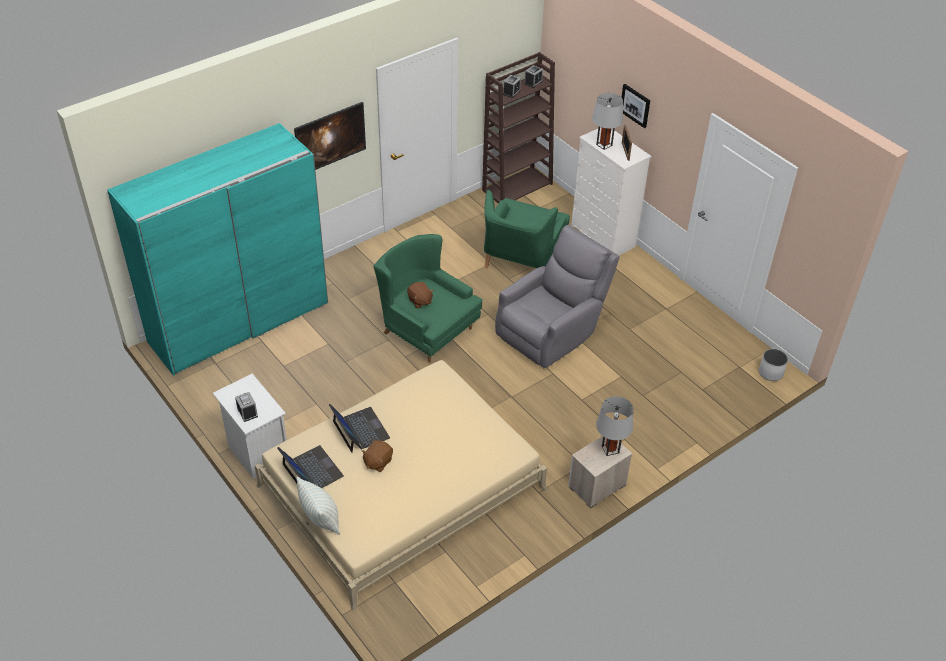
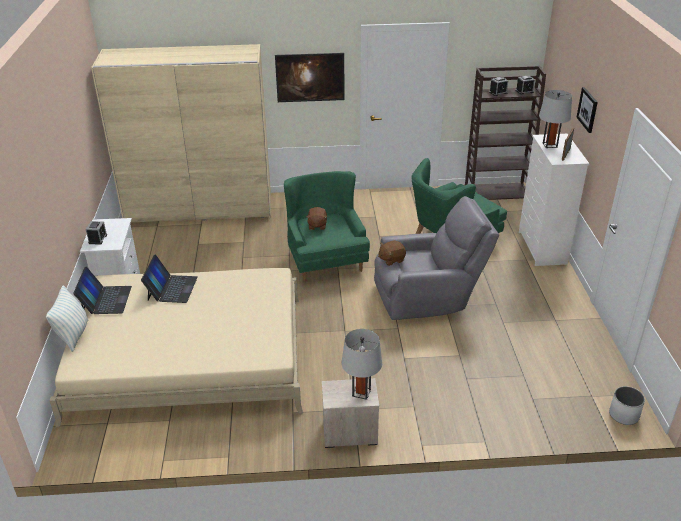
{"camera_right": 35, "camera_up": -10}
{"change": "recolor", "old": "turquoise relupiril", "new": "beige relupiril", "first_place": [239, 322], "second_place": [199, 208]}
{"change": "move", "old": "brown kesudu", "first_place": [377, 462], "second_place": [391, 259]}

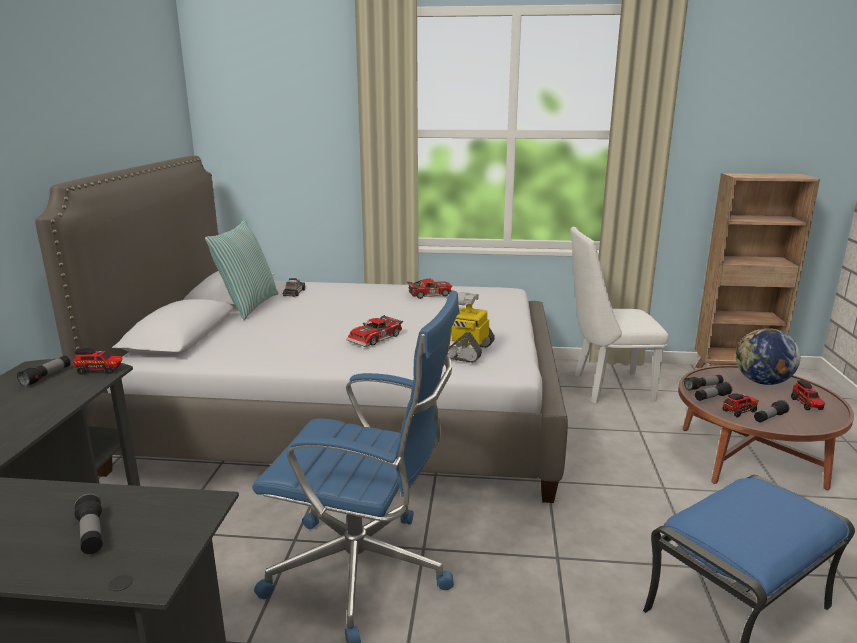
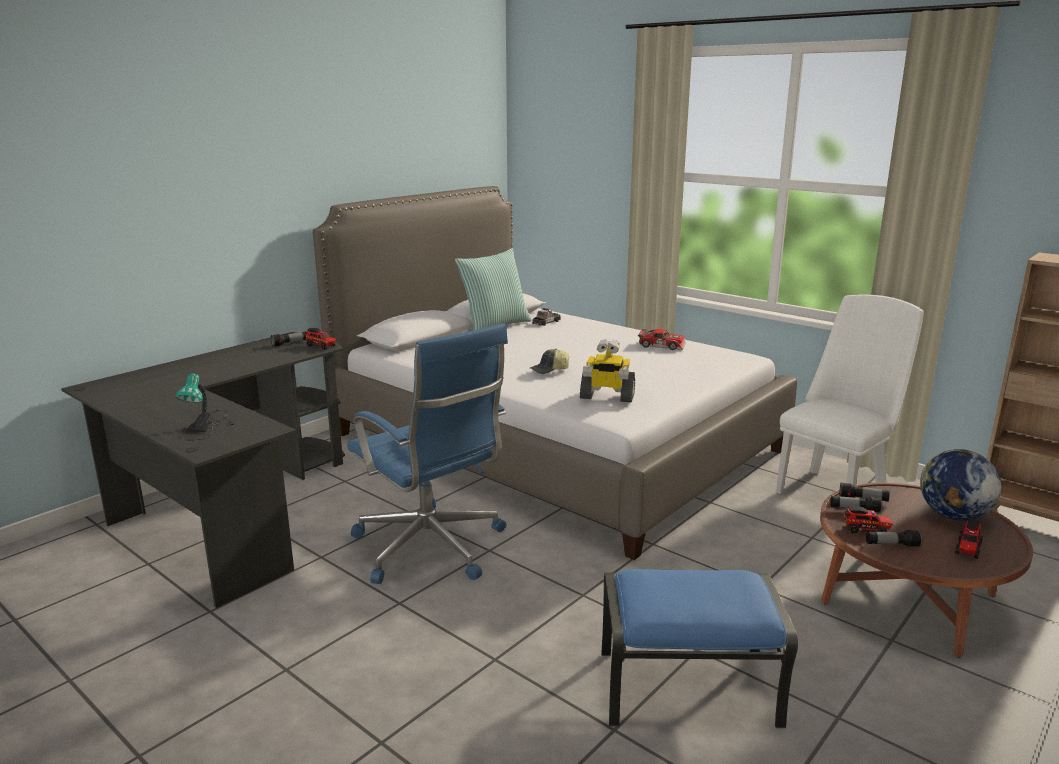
{"camera_right": 35, "camera_up": 0}
{"change": "replace", "old": "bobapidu", "new": "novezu", "first_place": [91, 534], "second_place": [207, 426]}
{"change": "replace", "old": "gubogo", "new": "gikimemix", "first_place": [376, 338], "second_place": [549, 370]}
{"change": "rotate", "old": "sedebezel", "first_place": [469, 351], "second_place": [606, 396], "degrees": -135}
{"change": "rotate", "old": "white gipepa", "first_place": [605, 388], "second_place": [834, 491], "degrees": 105}

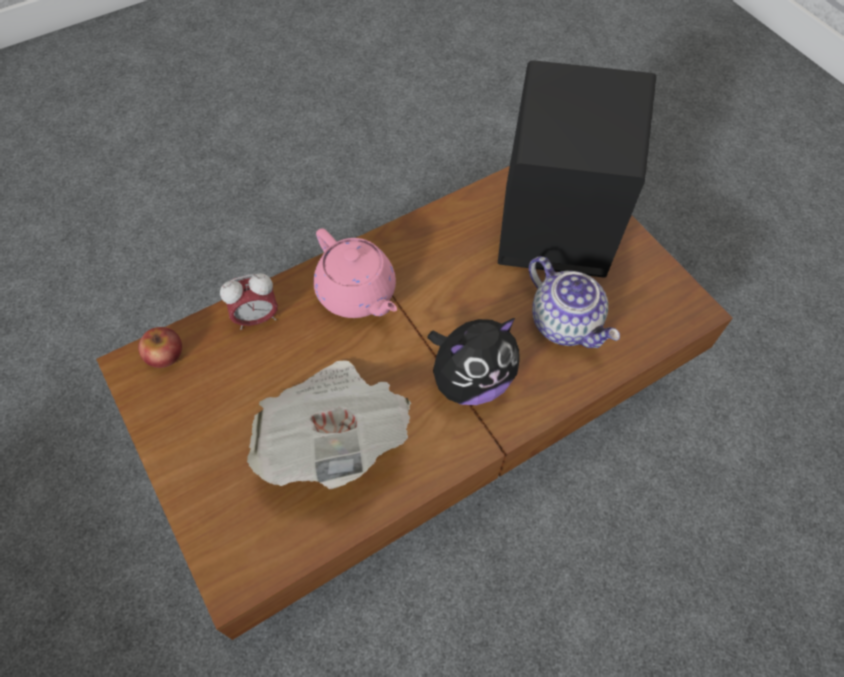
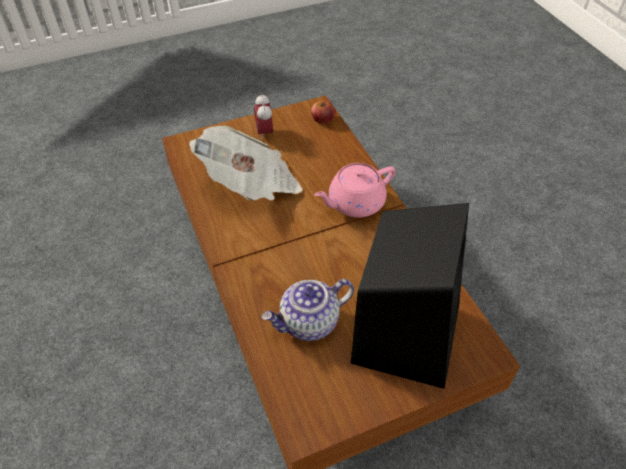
{"camera_right": 100, "camera_up": -10}
{"change": "move", "old": "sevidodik", "first_place": [256, 318], "second_place": [264, 133]}
{"change": "delete", "old": "kesudu", "first_place": [470, 380]}

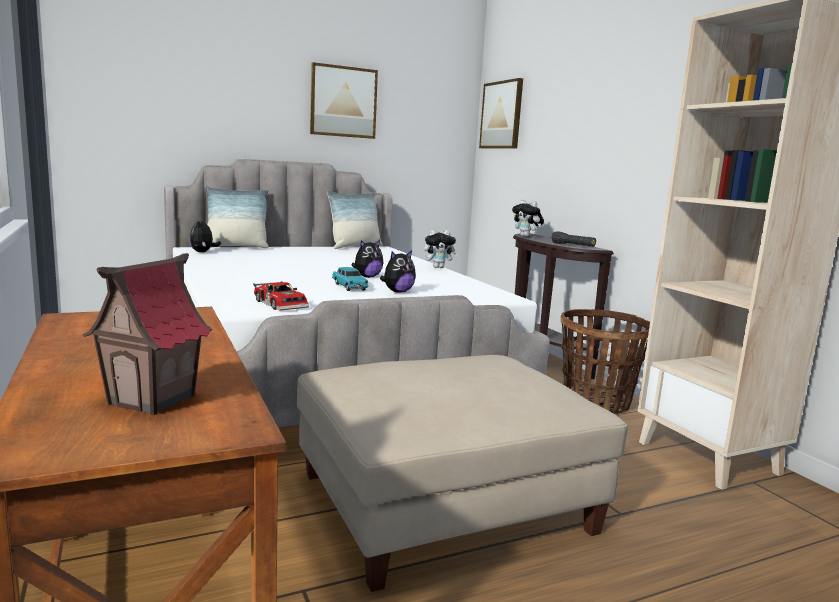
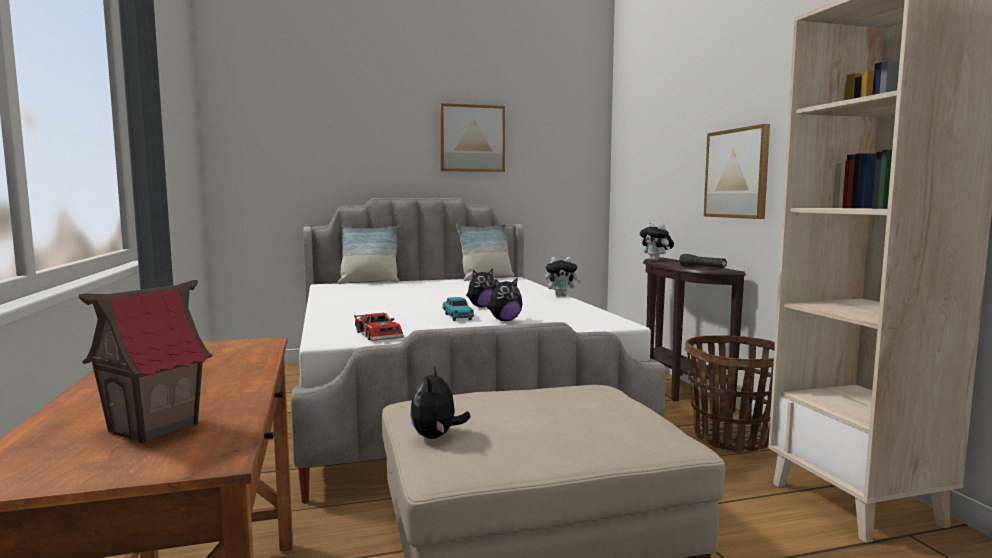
{"camera_right": 10, "camera_up": -5}
{"change": "move", "old": "kesudu", "first_place": [203, 252], "second_place": [436, 436]}
{"change": "move", "old": "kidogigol", "first_place": [502, 115], "second_place": [737, 173]}

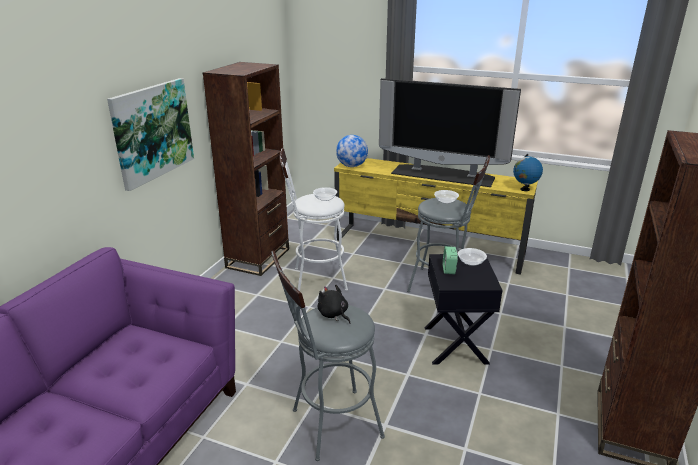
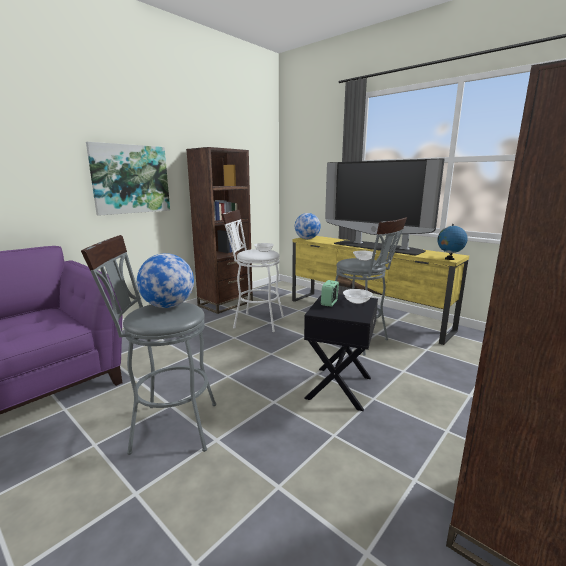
{"camera_right": 20, "camera_up": -10}
{"change": "replace", "old": "black kesudu", "new": "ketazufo", "first_place": [333, 314], "second_place": [168, 306]}

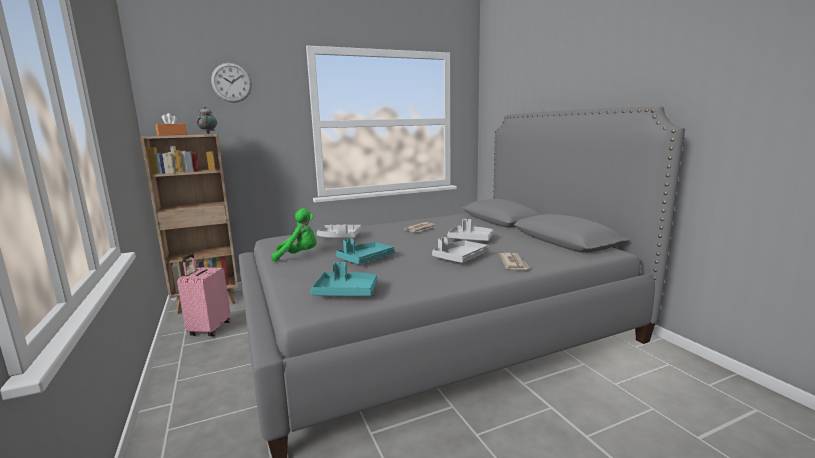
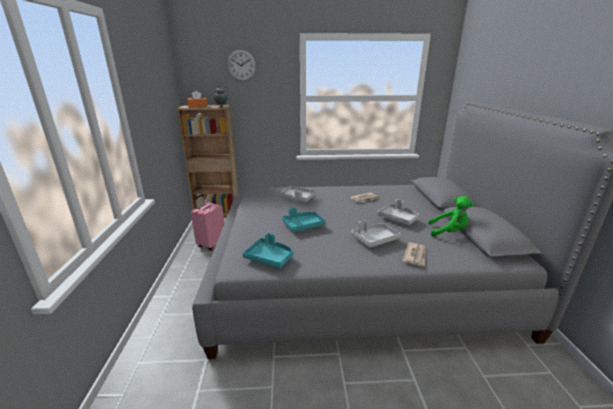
{"camera_right": 20, "camera_up": 10}
{"change": "move", "old": "green kesudu", "first_place": [298, 256], "second_place": [449, 232]}

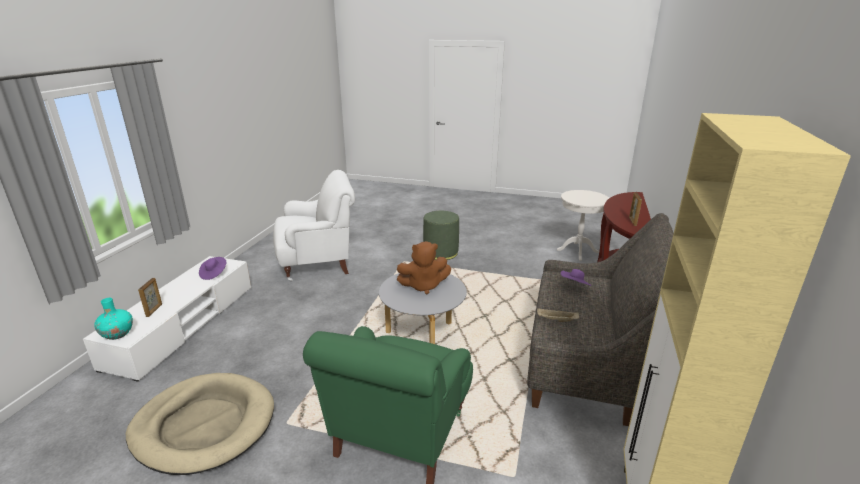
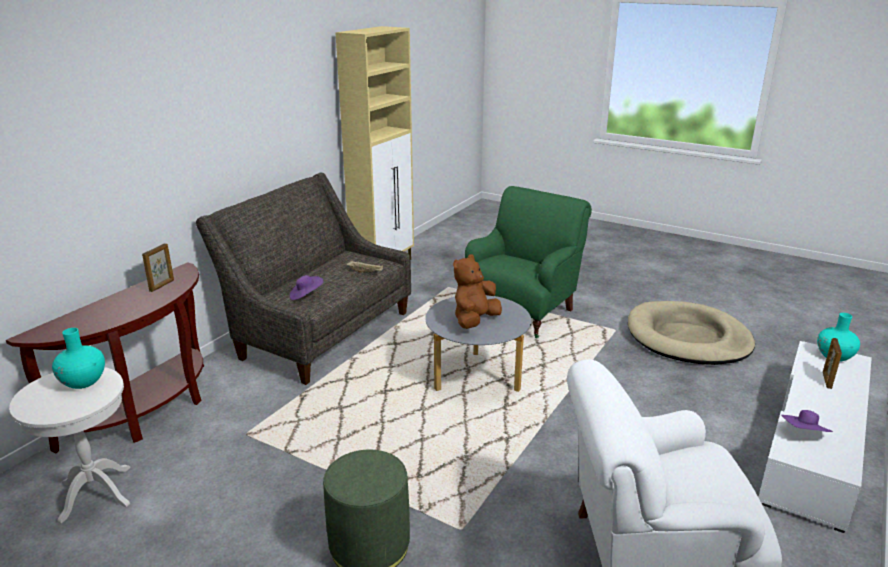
{"camera_right": -165, "camera_up": 0}
{"change": "rotate", "old": "brown kesudu", "first_place": [423, 286], "second_place": [475, 321], "degrees": -60}
{"change": "insert", "new": "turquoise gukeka", "second_place": [83, 382]}

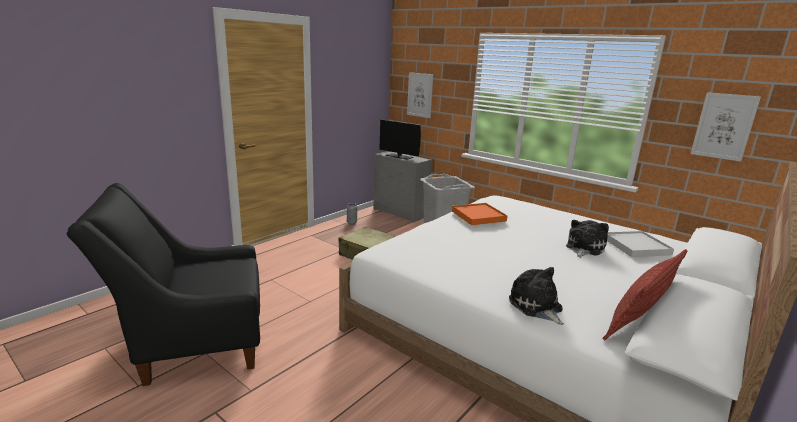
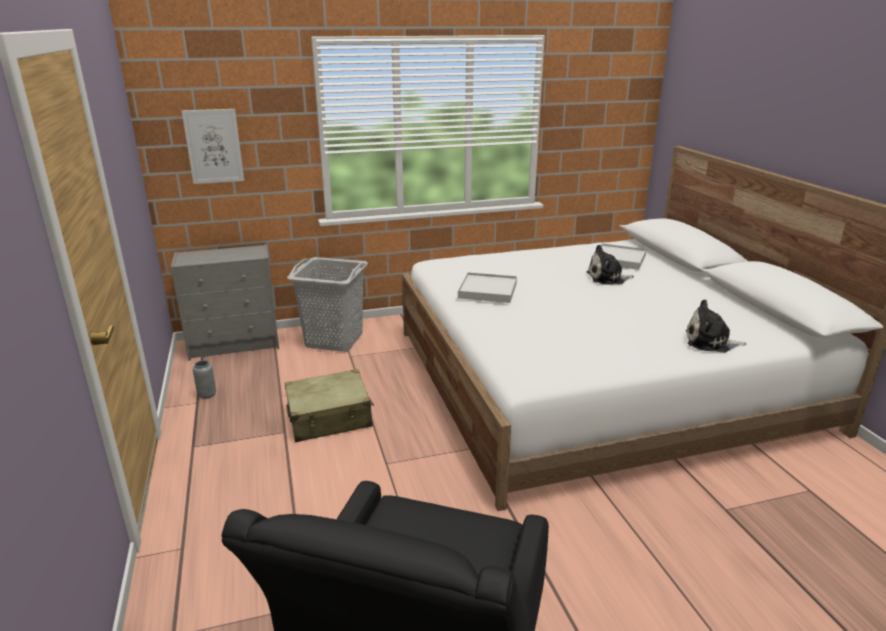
{"camera_right": -55, "camera_up": 5}
{"change": "delete", "old": "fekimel", "first_place": [399, 156]}
{"change": "recolor", "old": "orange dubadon", "new": "white dubadon", "first_place": [478, 216], "second_place": [488, 290]}
{"change": "rotate", "old": "kesudu", "first_place": [583, 248], "second_place": [607, 278], "degrees": -75}
{"change": "delete", "old": "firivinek", "first_place": [638, 320]}
{"change": "delete", "old": "kidogigol", "first_place": [724, 126]}

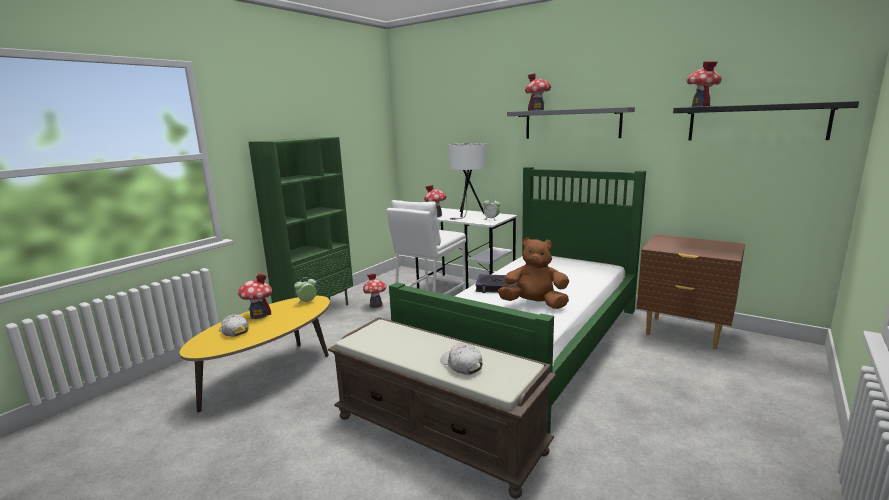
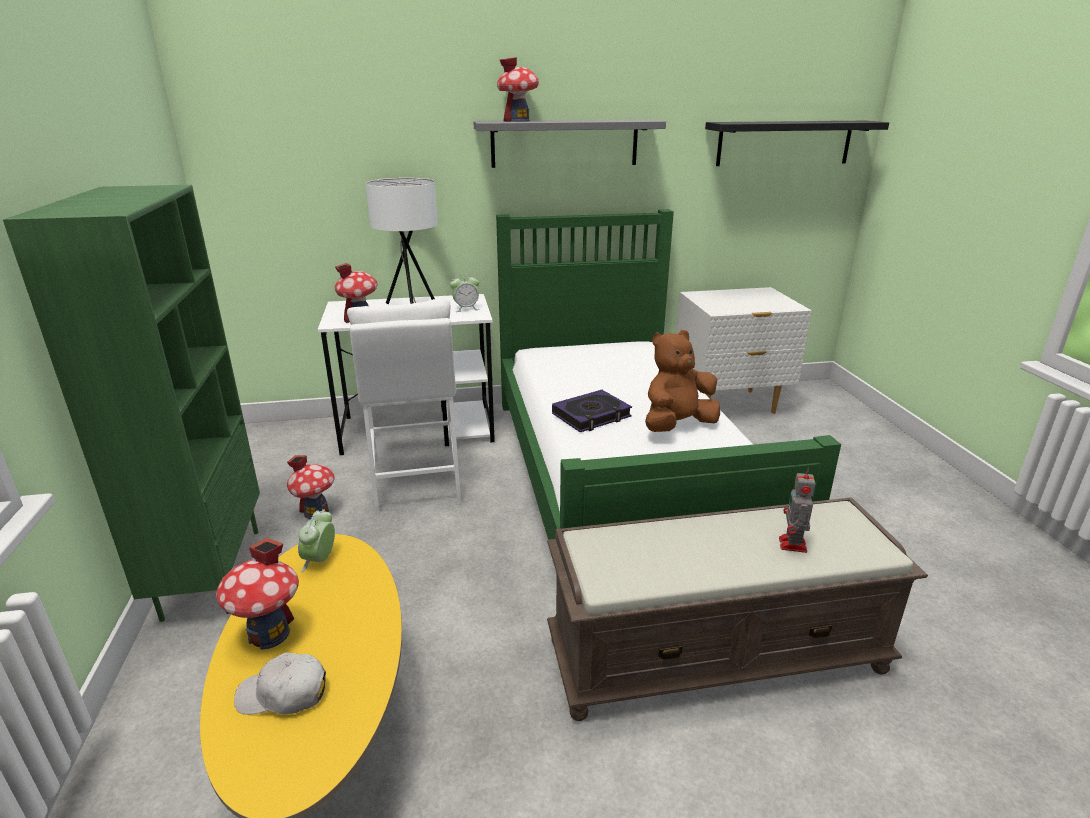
{"camera_right": -45, "camera_up": 10}
{"change": "replace", "old": "white gikimemix", "new": "sedebezel", "first_place": [461, 365], "second_place": [792, 545]}
{"change": "recolor", "old": "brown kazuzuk", "new": "white kazuzuk", "first_place": [683, 333], "second_place": [729, 405]}
{"change": "delete", "old": "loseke", "first_place": [700, 106]}

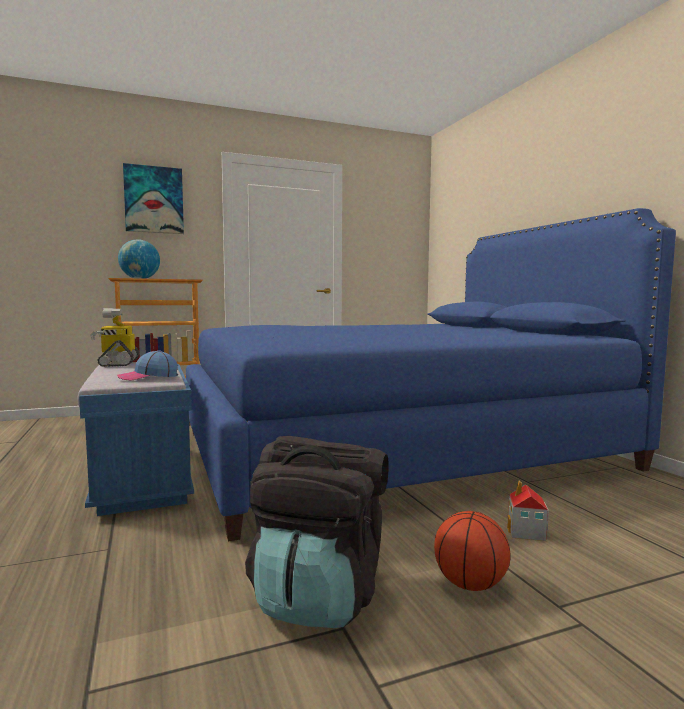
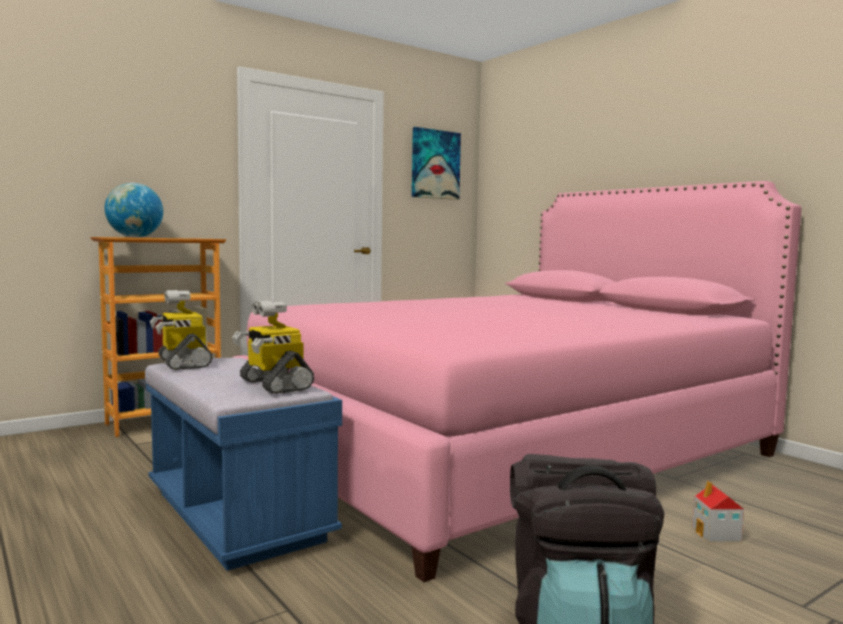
{"camera_right": -15, "camera_up": 0}
{"change": "replace", "old": "gikimemix", "new": "sedebezel", "first_place": [148, 376], "second_place": [274, 385]}
{"change": "move", "old": "kidogigol", "first_place": [154, 200], "second_place": [435, 164]}
{"change": "recolor", "old": "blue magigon", "new": "pink magigon", "first_place": [395, 449], "second_place": [506, 451]}
{"change": "delete", "old": "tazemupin", "first_place": [470, 584]}

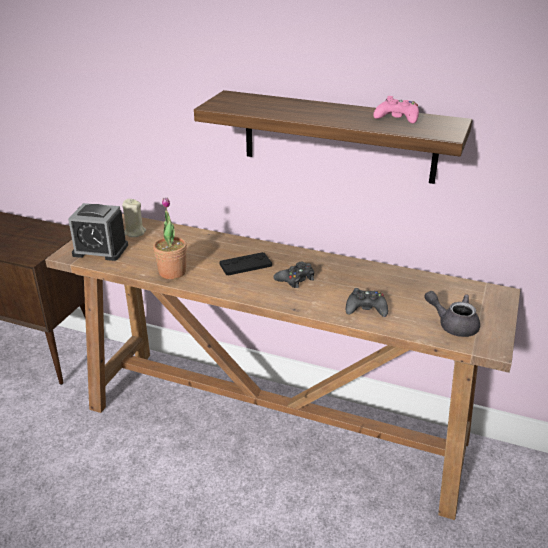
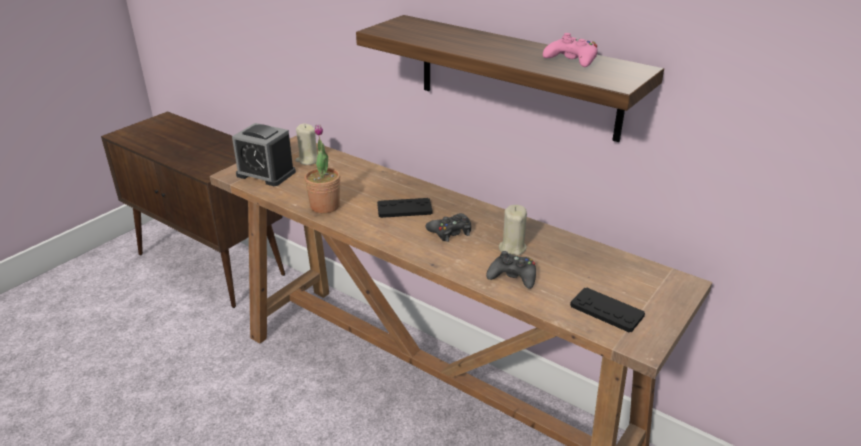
{"camera_right": 15, "camera_up": 0}
{"change": "replace", "old": "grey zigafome", "new": "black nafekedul", "first_place": [453, 324], "second_place": [606, 311]}
{"change": "insert", "new": "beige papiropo", "second_place": [512, 248]}

